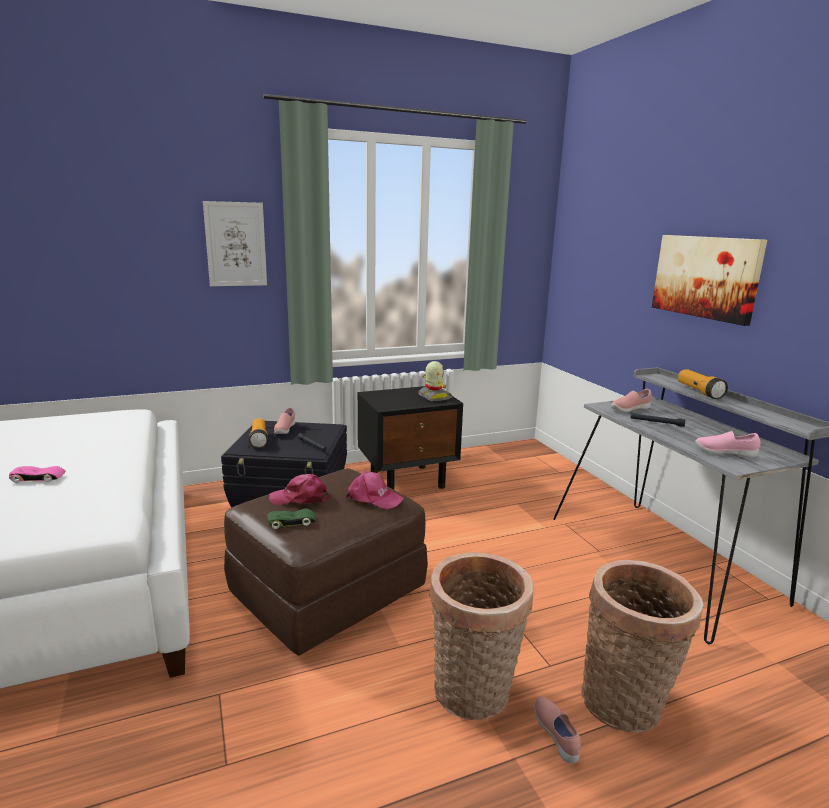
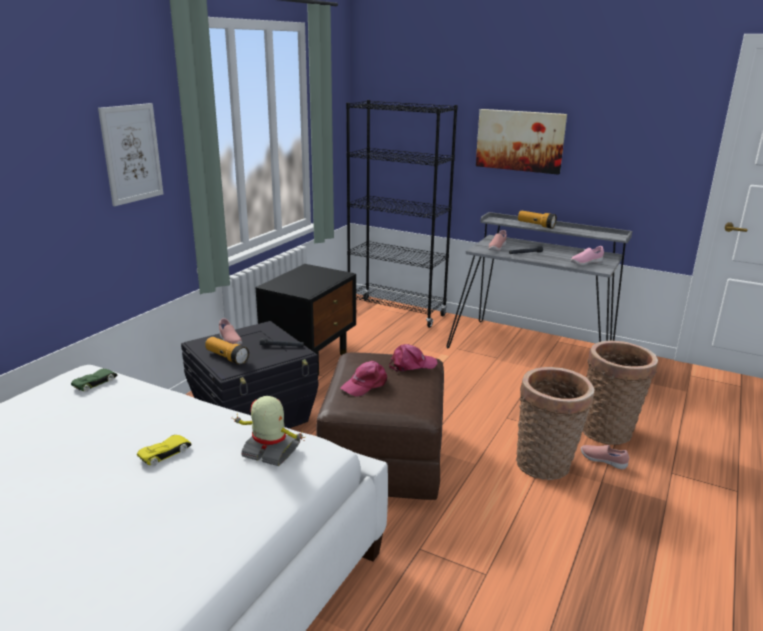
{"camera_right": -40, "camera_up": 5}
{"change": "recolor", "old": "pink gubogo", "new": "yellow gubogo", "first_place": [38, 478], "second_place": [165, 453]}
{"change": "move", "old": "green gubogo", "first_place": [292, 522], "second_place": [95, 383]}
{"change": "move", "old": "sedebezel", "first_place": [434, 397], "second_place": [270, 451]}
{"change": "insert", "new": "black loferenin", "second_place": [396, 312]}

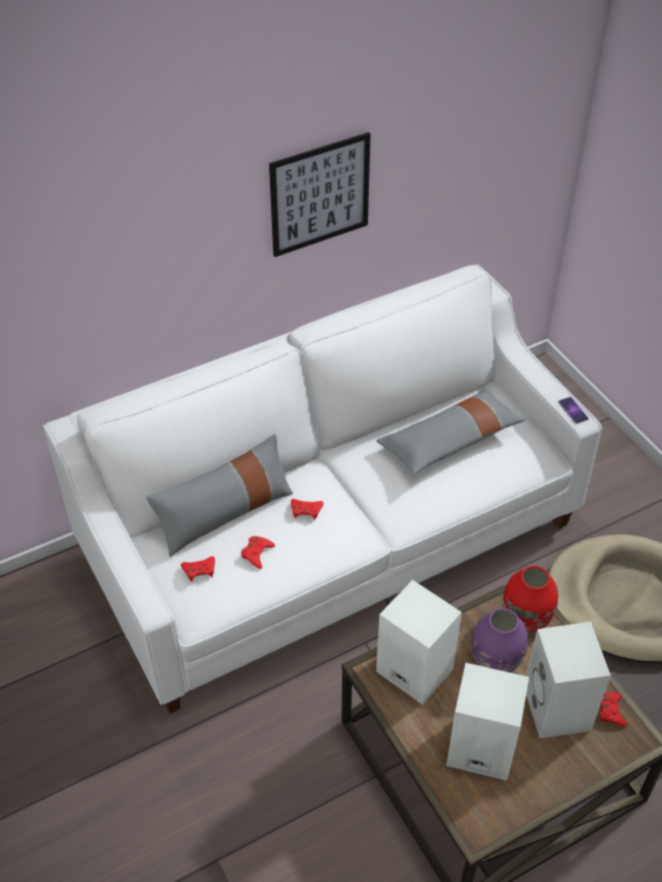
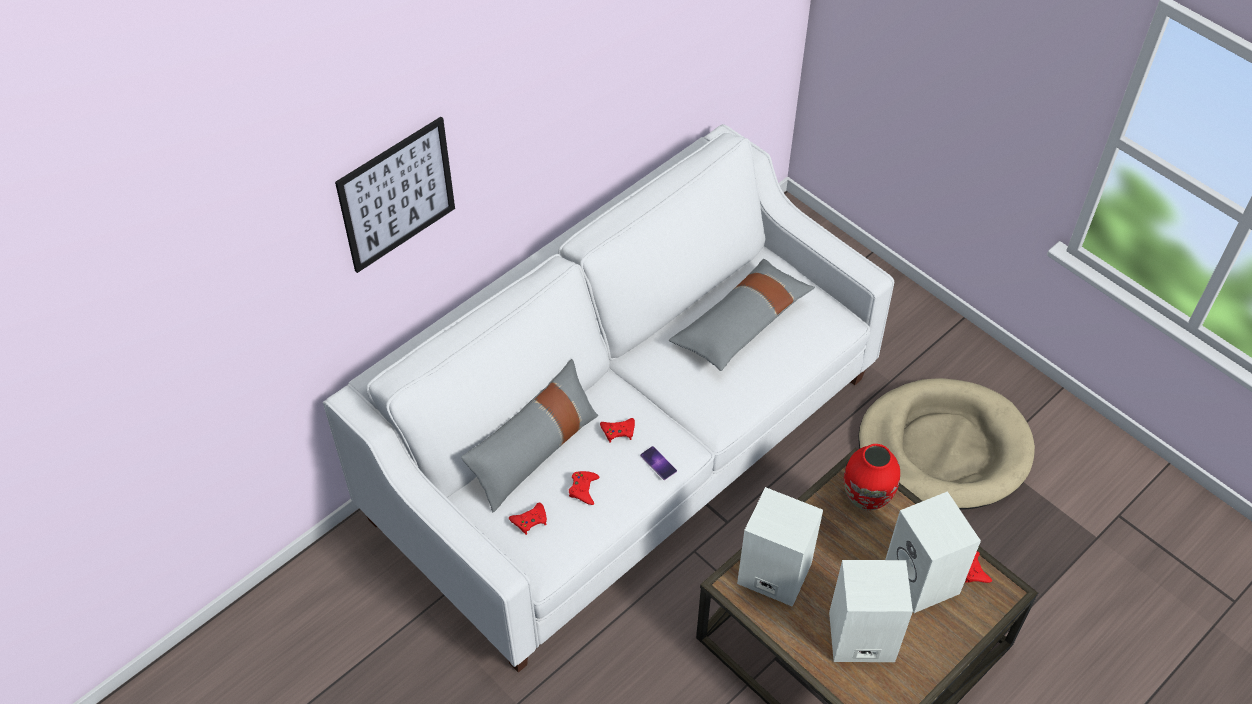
{"camera_right": -15, "camera_up": 5}
{"change": "move", "old": "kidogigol", "first_place": [320, 195], "second_place": [397, 195]}
{"change": "delete", "old": "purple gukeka", "first_place": [495, 663]}
{"change": "move", "old": "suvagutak", "first_place": [573, 410], "second_place": [658, 463]}

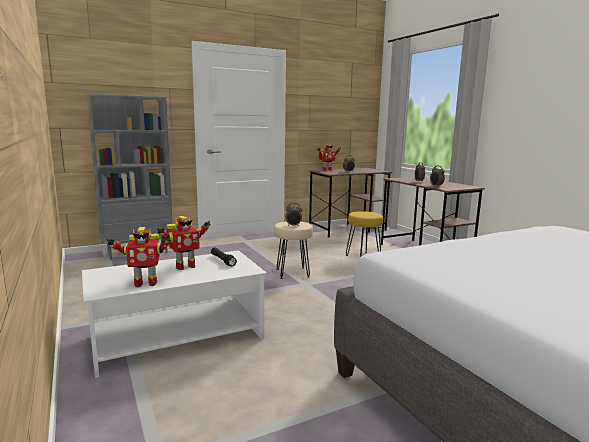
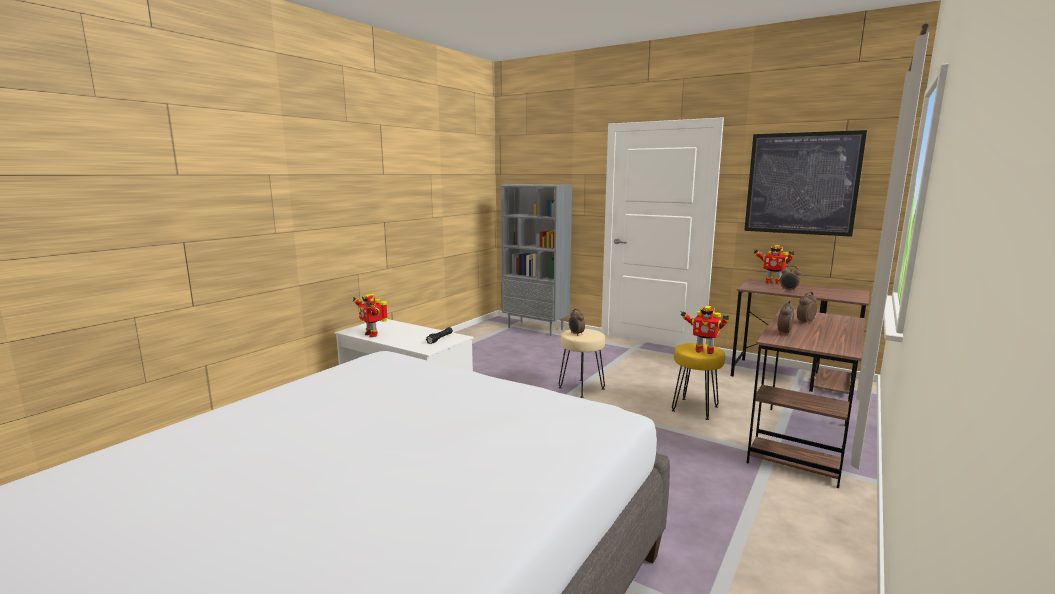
{"camera_right": 60, "camera_up": 0}
{"change": "move", "old": "sedebezel", "first_place": [184, 266], "second_place": [704, 351]}
{"change": "insert", "new": "kidogigol", "second_place": [801, 183]}

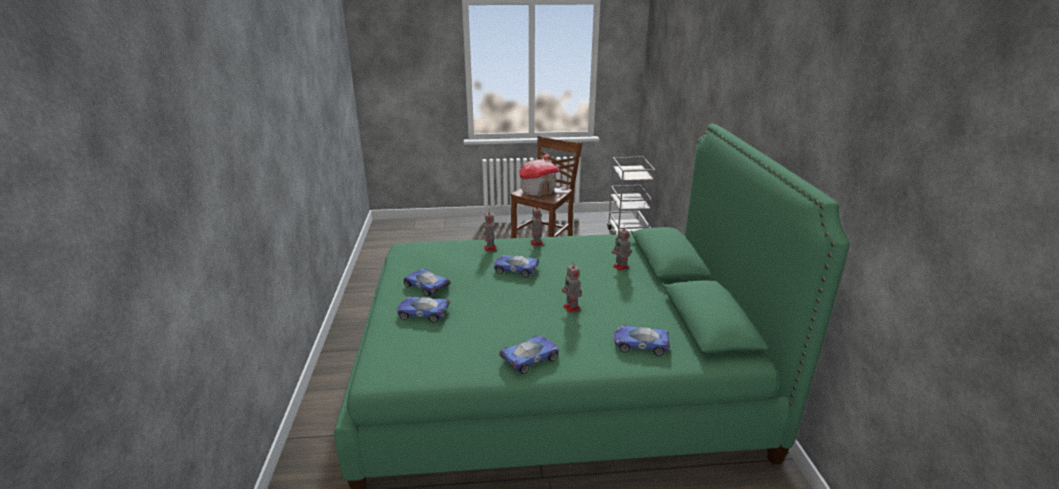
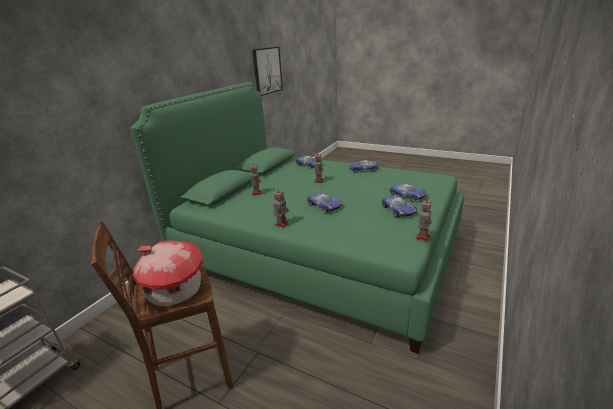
{"camera_right": -145, "camera_up": 0}
{"change": "move", "old": "sedebezel", "first_place": [490, 249], "second_place": [423, 237]}
{"change": "insert", "new": "kidogigol", "second_place": [267, 71]}

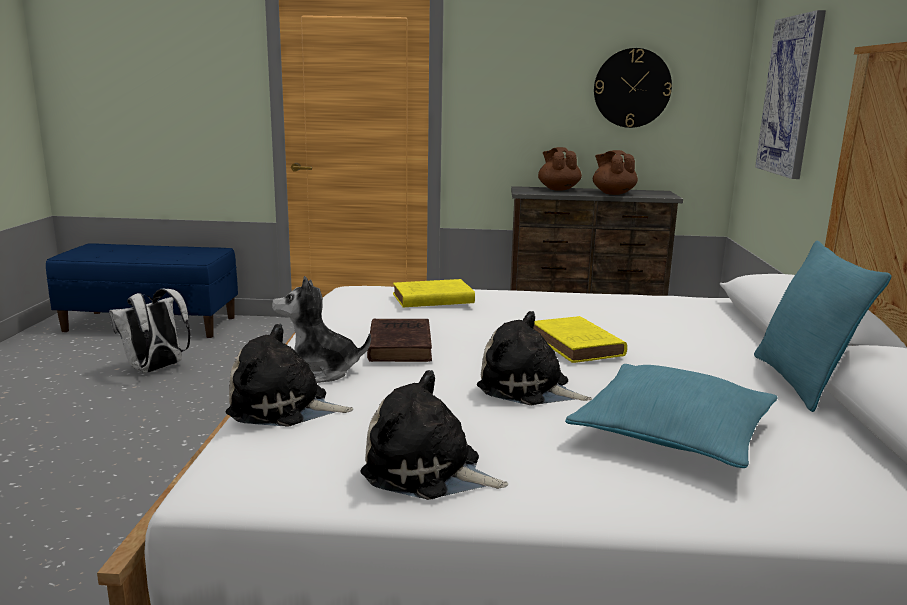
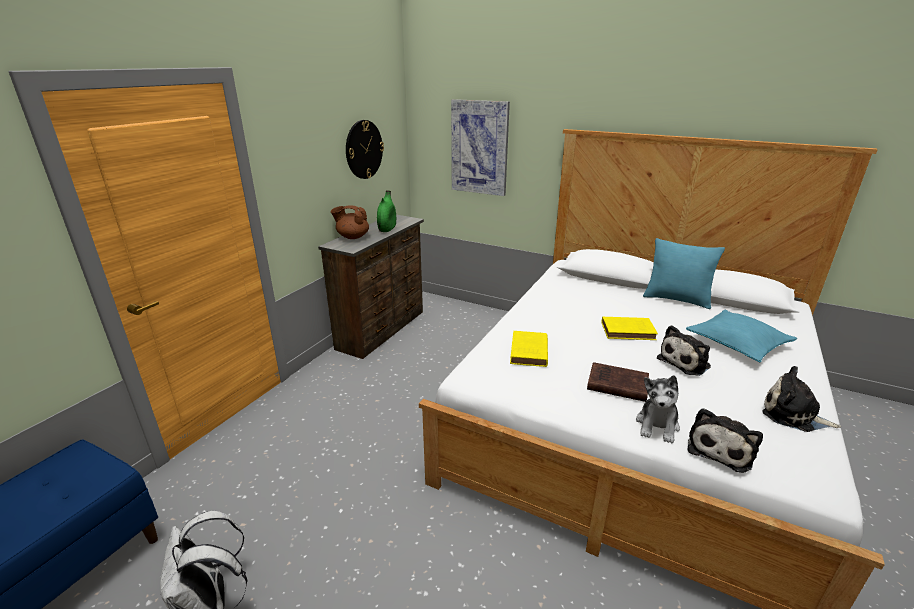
{"camera_right": -65, "camera_up": 10}
{"change": "rotate", "old": "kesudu", "first_place": [428, 471], "second_place": [793, 415], "degrees": 75}
{"change": "replace", "old": "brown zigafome", "new": "green gukeka", "first_place": [613, 193], "second_place": [387, 228]}

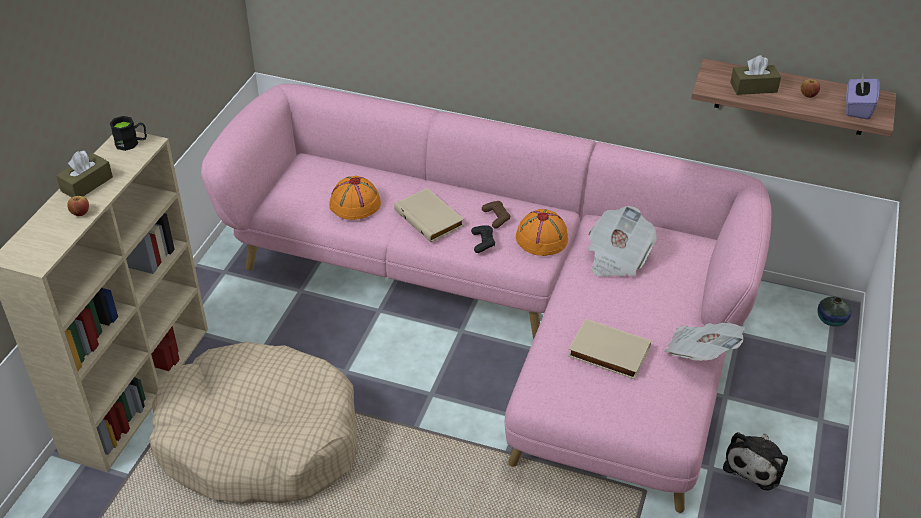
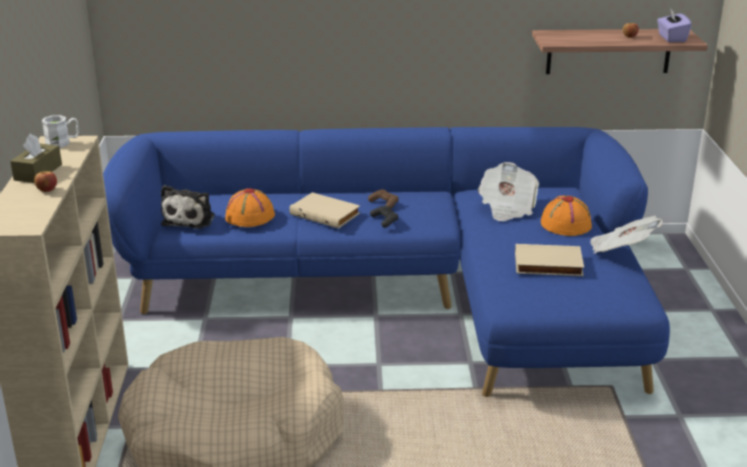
{"camera_right": -20, "camera_up": -15}
{"change": "recolor", "old": "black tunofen", "new": "white tunofen", "first_place": [131, 143], "second_place": [63, 143]}
{"change": "recolor", "old": "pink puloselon", "new": "blue puloselon", "first_place": [509, 309], "second_place": [408, 292]}
{"change": "move", "old": "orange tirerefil", "first_place": [542, 238], "second_place": [565, 224]}
{"change": "move", "old": "kesudu", "first_place": [755, 464], "second_place": [190, 219]}
{"change": "delete", "old": "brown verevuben", "first_place": [753, 87]}
{"change": "delete", "old": "gukeka", "first_place": [831, 320]}

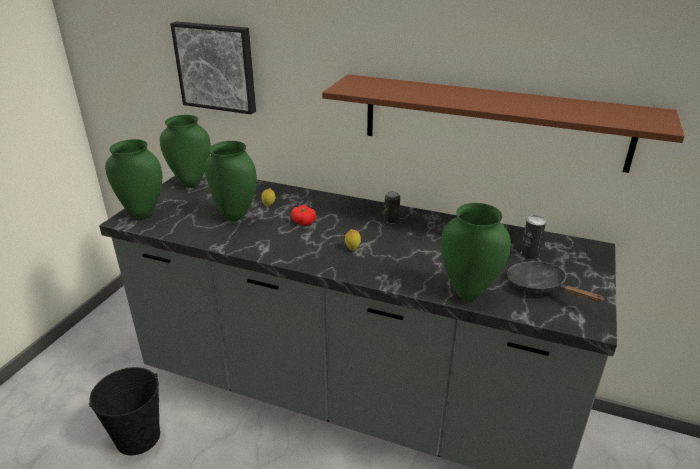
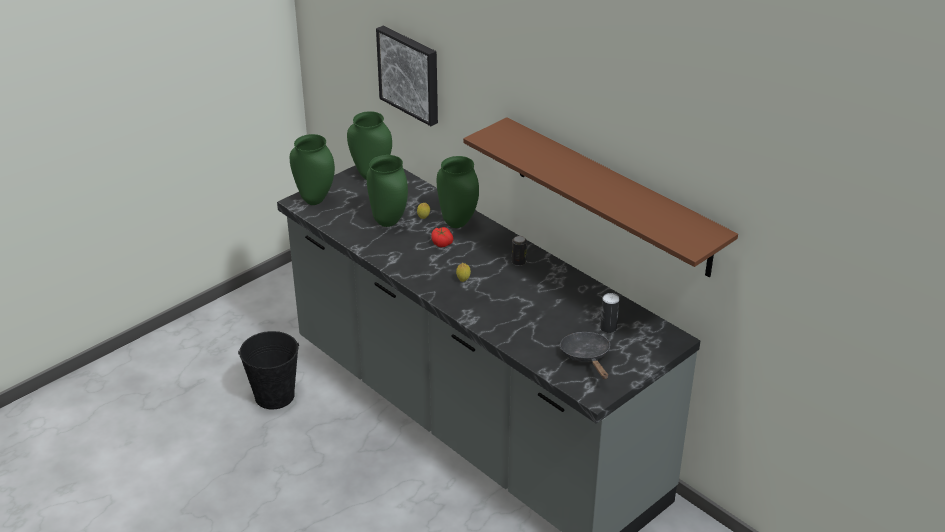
{"camera_right": 25, "camera_up": 5}
{"change": "move", "old": "green gukeka", "first_place": [467, 294], "second_place": [457, 223]}

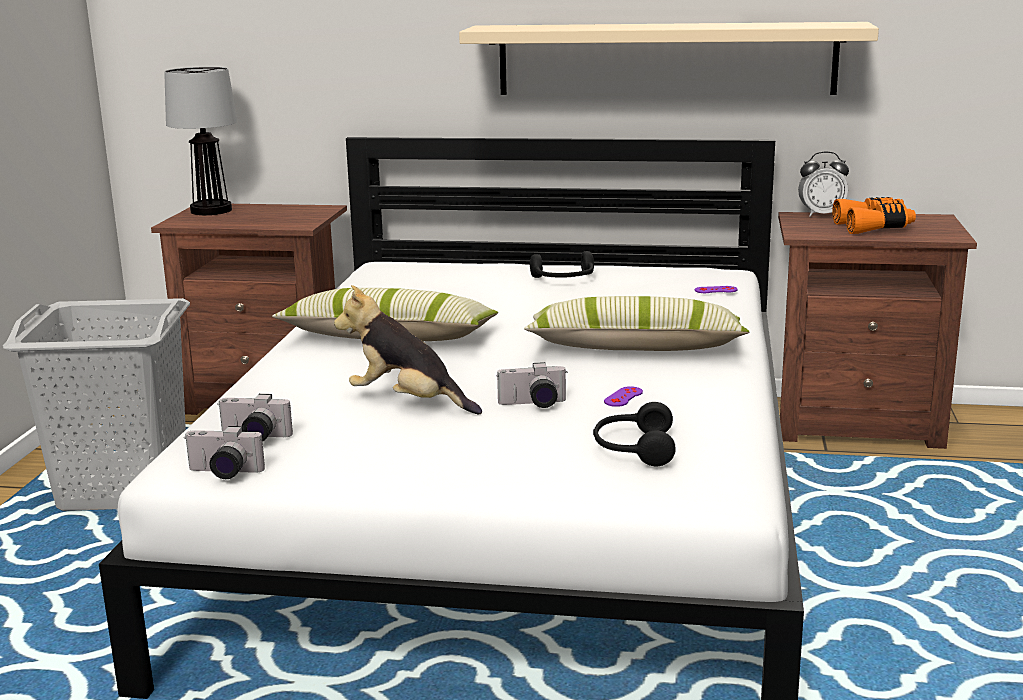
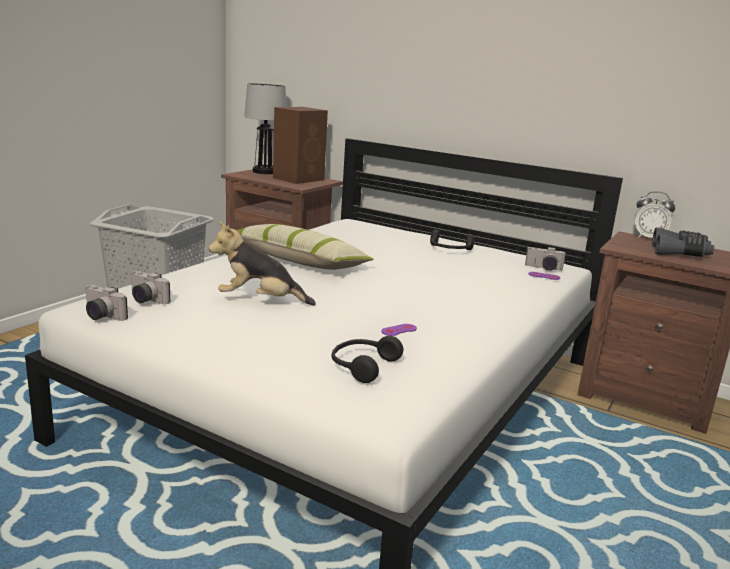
{"camera_right": 20, "camera_up": 0}
{"change": "rotate", "old": "kesudu", "first_place": [407, 402], "second_place": [260, 301], "degrees": -45}
{"change": "delete", "old": "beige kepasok", "first_place": [665, 59]}
{"change": "move", "old": "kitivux", "first_place": [533, 404], "second_place": [543, 268]}
{"change": "delete", "old": "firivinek", "first_place": [635, 348]}
{"change": "recolor", "old": "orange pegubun", "new": "grey pegubun", "first_place": [874, 227], "second_place": [680, 253]}
{"change": "insert", "new": "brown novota", "second_place": [299, 179]}

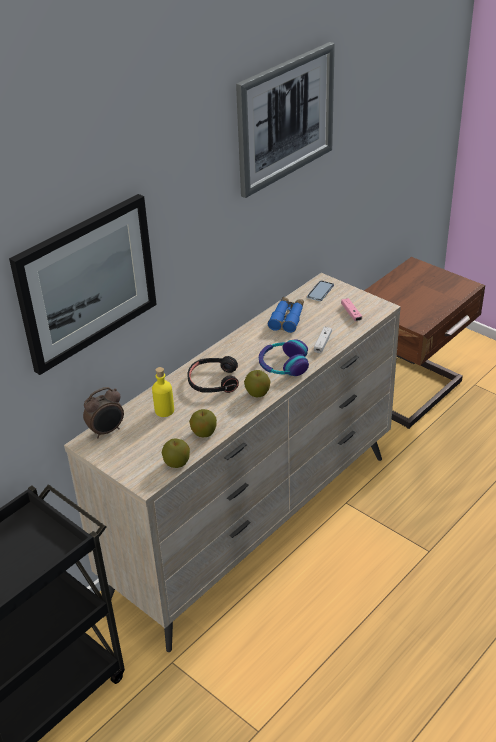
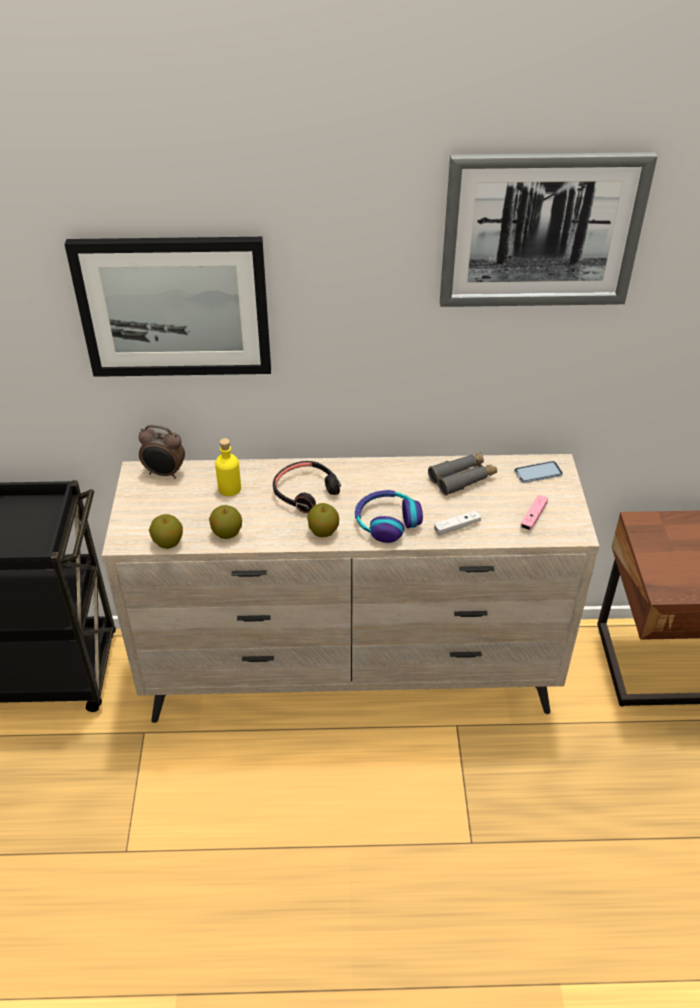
{"camera_right": 45, "camera_up": 5}
{"change": "recolor", "old": "blue pegubun", "new": "grey pegubun", "first_place": [287, 318], "second_place": [462, 478]}

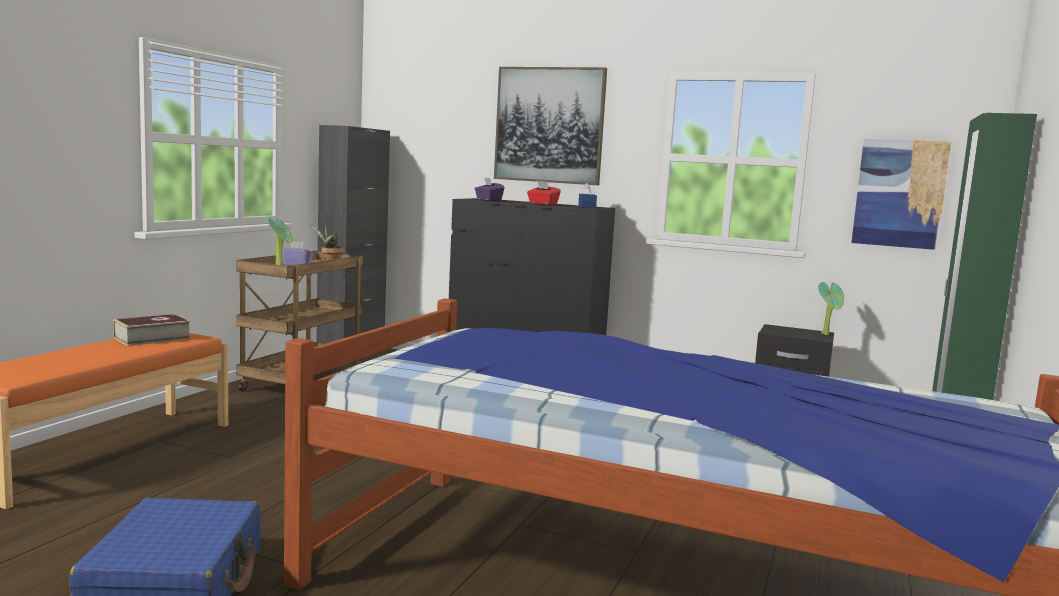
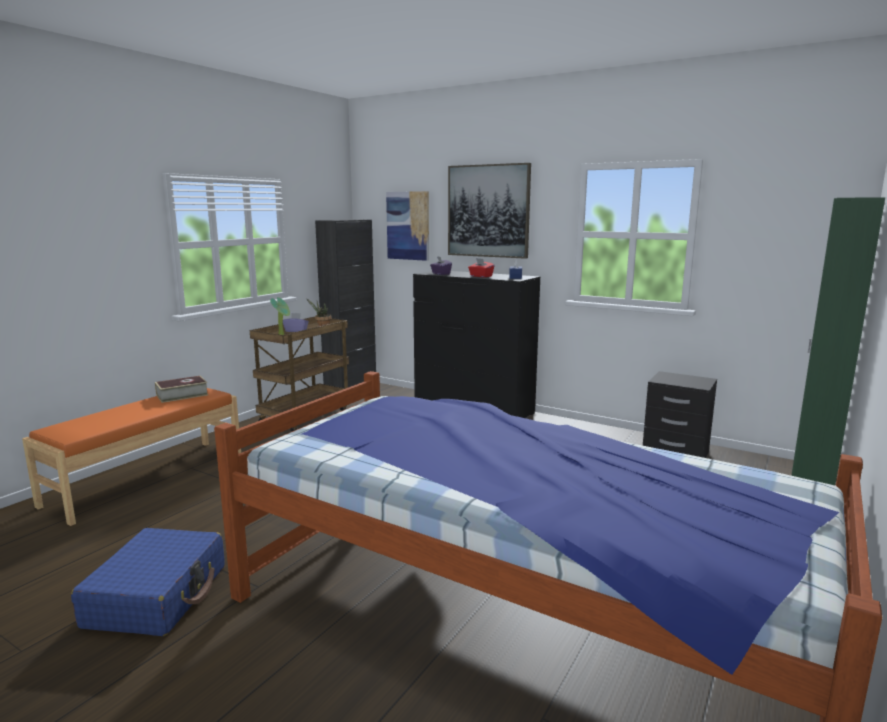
{"camera_right": 10, "camera_up": 5}
{"change": "delete", "old": "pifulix", "first_place": [827, 334]}
{"change": "move", "old": "kidogigol", "first_place": [899, 193], "second_place": [408, 225]}

